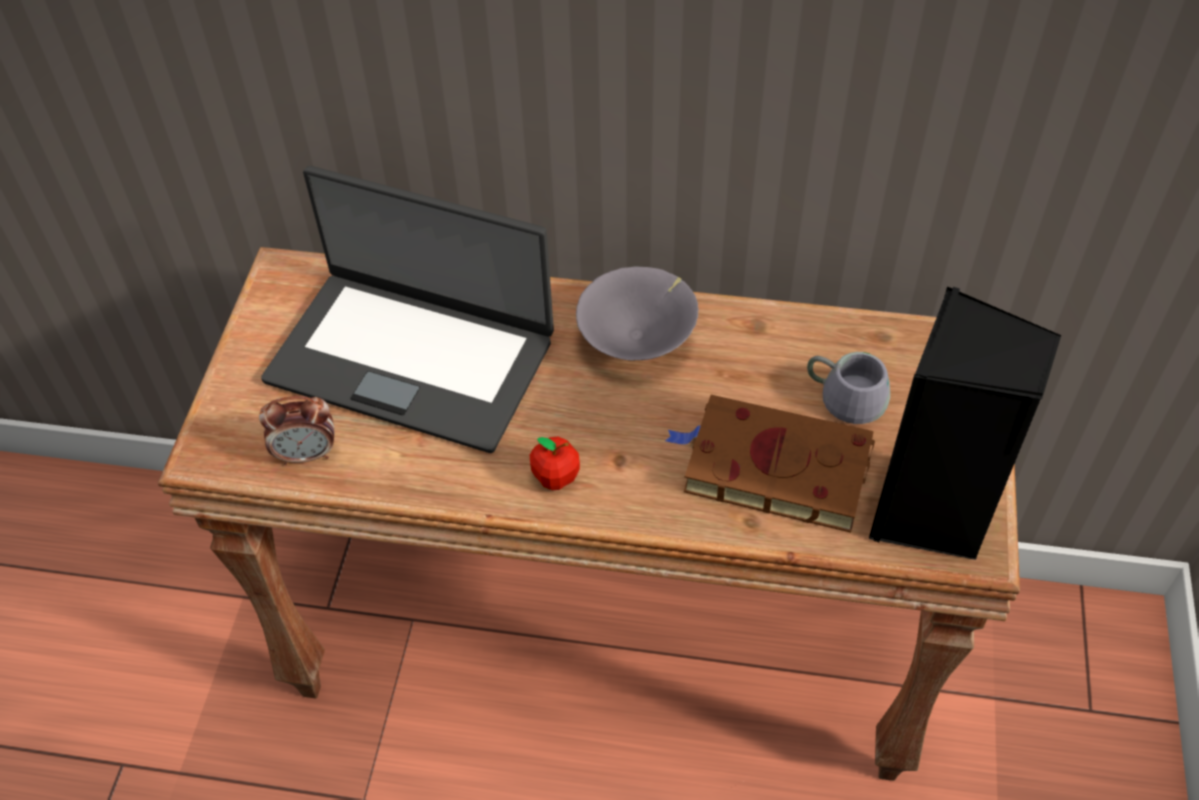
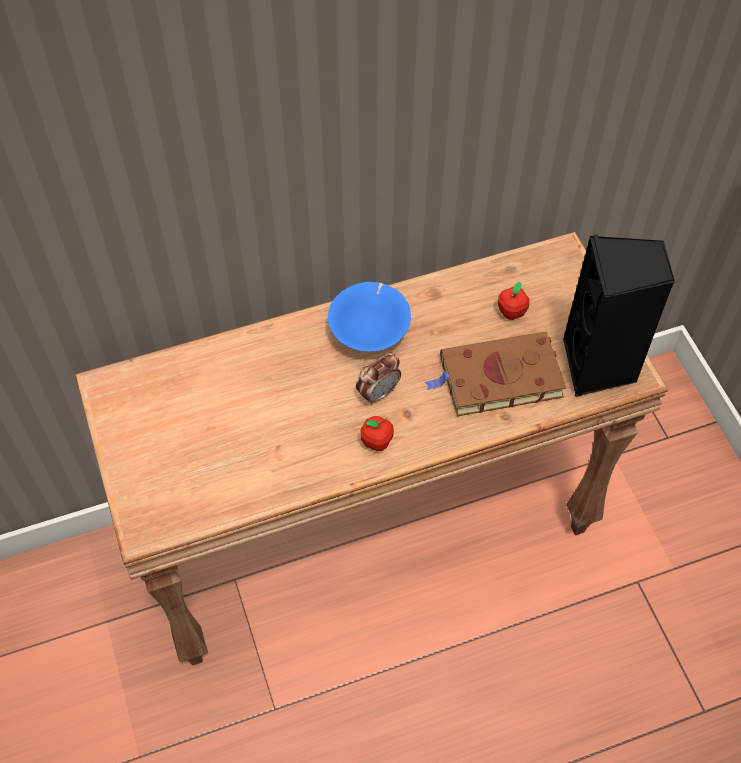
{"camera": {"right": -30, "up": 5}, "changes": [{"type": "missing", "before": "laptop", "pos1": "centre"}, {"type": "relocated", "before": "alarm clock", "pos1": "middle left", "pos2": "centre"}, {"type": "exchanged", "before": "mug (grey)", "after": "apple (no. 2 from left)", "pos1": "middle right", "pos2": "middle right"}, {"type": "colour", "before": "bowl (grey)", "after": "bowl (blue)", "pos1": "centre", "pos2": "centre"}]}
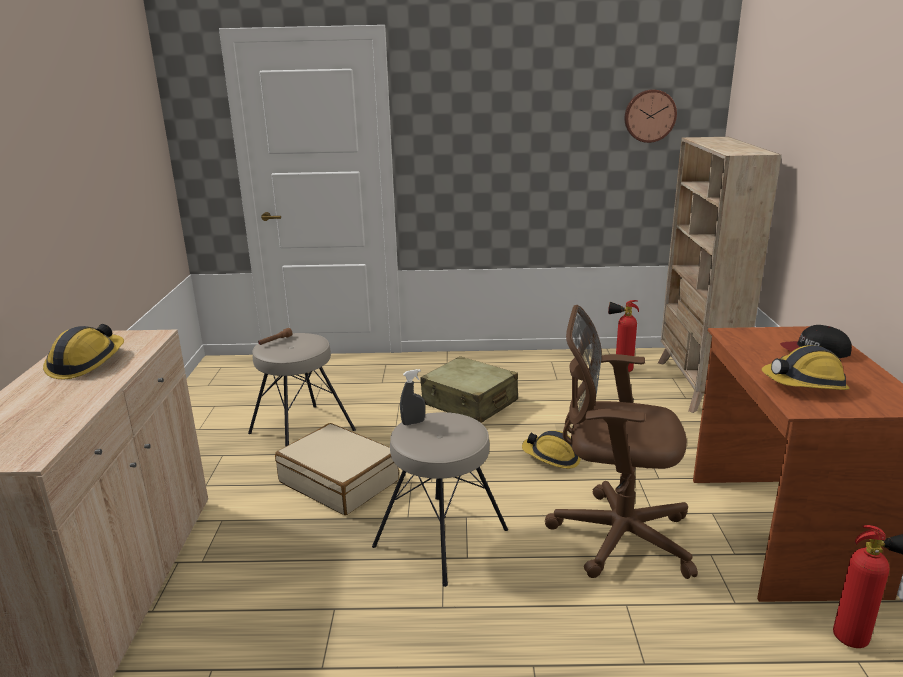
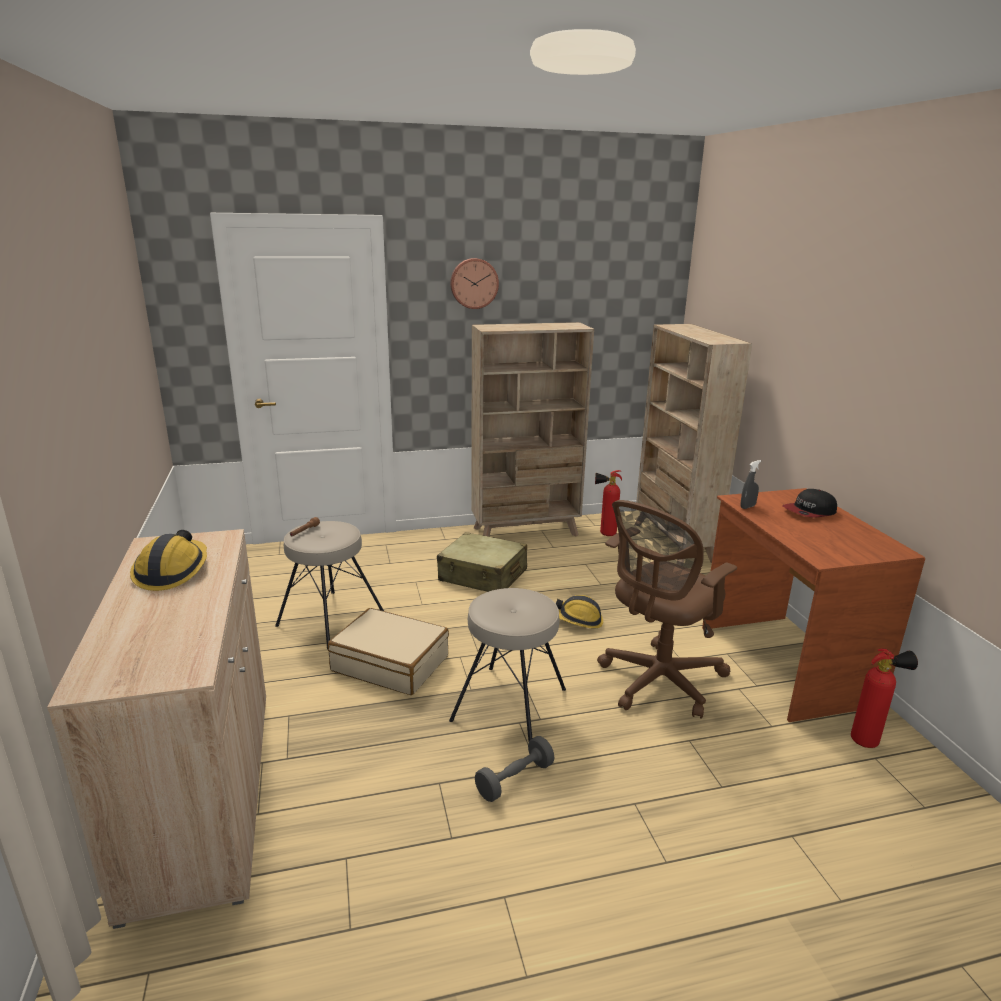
{"camera": {"right": -15, "up": 0}, "changes": [{"type": "missing", "before": "hard hat (no. 3 from left)", "pos1": "middle right"}, {"type": "appeared", "after": "bookcase (beige) (no. 1 from left)", "pos2": "centre"}, {"type": "appeared", "after": "dumbbell (grey)", "pos2": "bottom centre"}, {"type": "relocated", "before": "spray bottle (grey)", "pos1": "centre", "pos2": "middle right"}, {"type": "relocated", "before": "wall clock", "pos1": "top right", "pos2": "top centre"}, {"type": "spun", "before": "office chair (brown)", "pos1": "middle right", "pos2": "centre", "turn": -45}]}
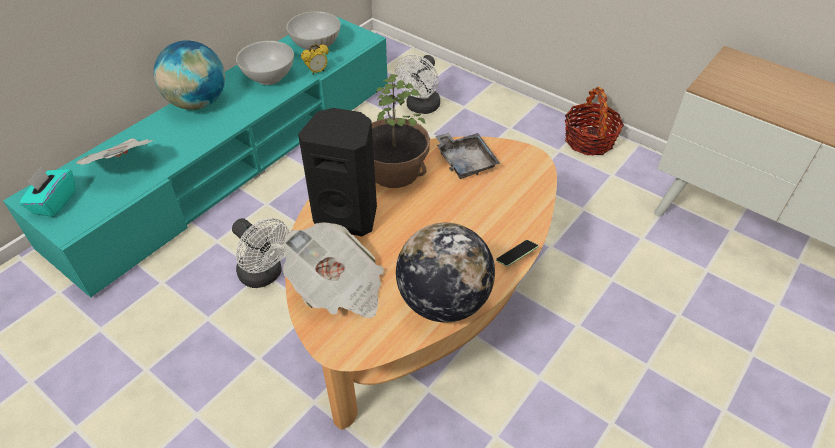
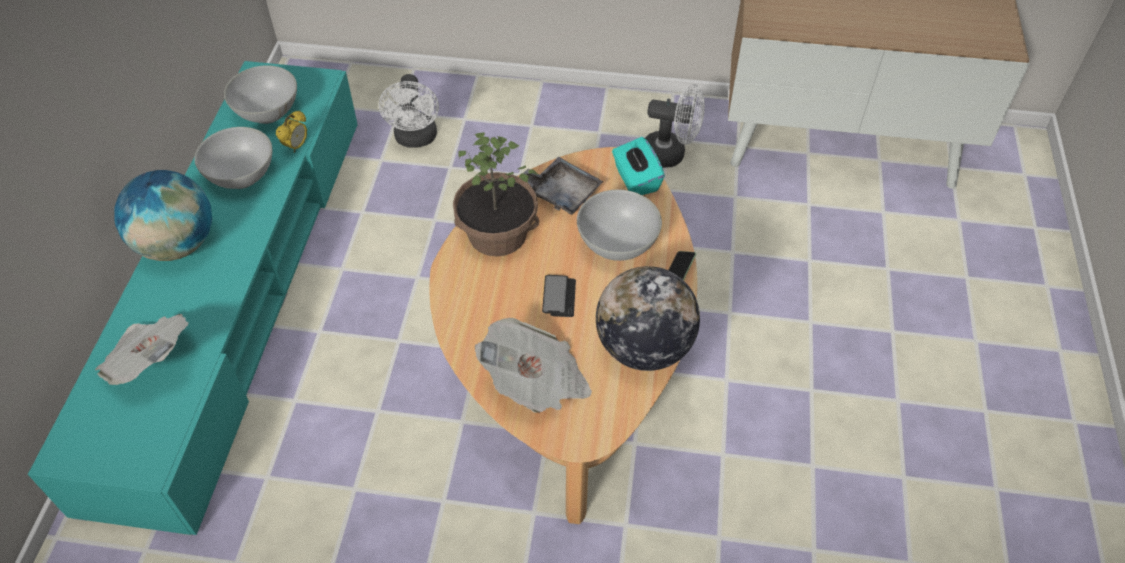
{"camera": {"right": -30, "up": 5}, "changes": [{"type": "missing", "before": "speaker (black)", "pos1": "centre"}, {"type": "missing", "before": "basket", "pos1": "top right"}, {"type": "appeared", "after": "phone (no. 1 from left)", "pos2": "centre"}, {"type": "appeared", "after": "bowl (white) (no. 3 from left)", "pos2": "centre"}, {"type": "relocated", "before": "tissue box (turquoise)", "pos1": "middle left", "pos2": "top centre"}, {"type": "relocated", "before": "fan (white) (no. 1 from left in the first image)", "after": "fan (white) (no. 2 from left)", "pos1": "middle left", "pos2": "top centre"}]}
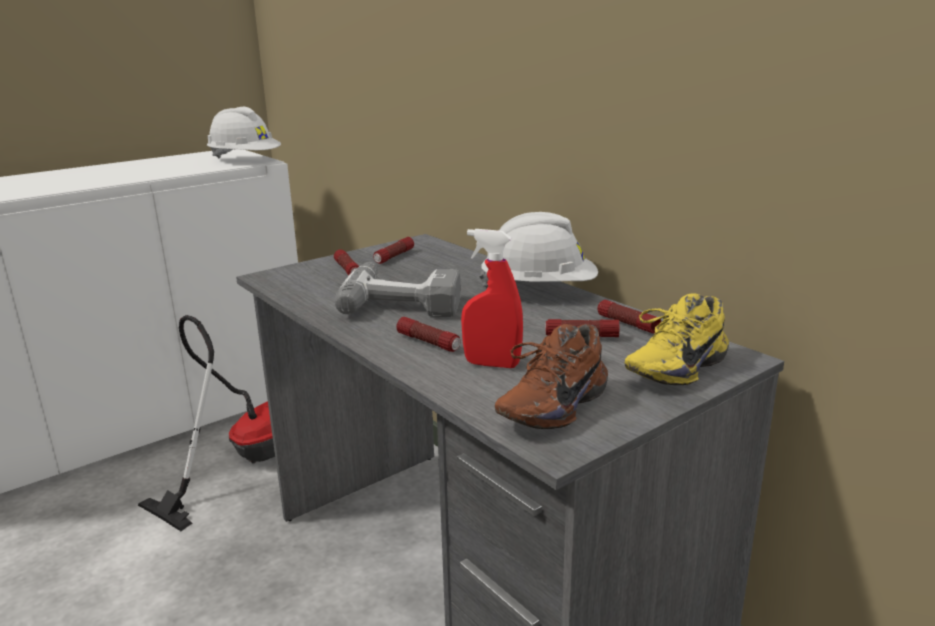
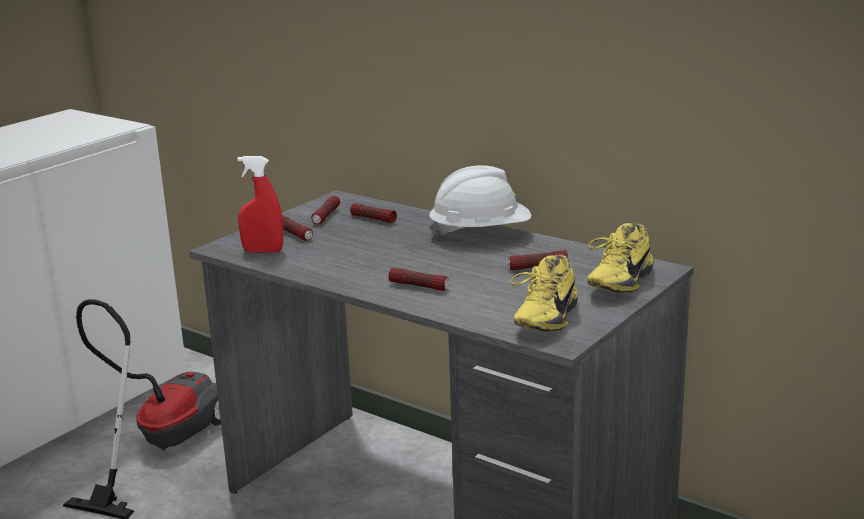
{"camera": {"right": -15, "up": 0}, "changes": [{"type": "missing", "before": "hard hat (white) (no. 1 from left)", "pos1": "top left"}, {"type": "missing", "before": "power drill", "pos1": "centre"}, {"type": "relocated", "before": "spray bottle (red)", "pos1": "centre", "pos2": "middle left"}, {"type": "relocated", "before": "flashlight (no. 5 from left in the first image)", "after": "flashlight (no. 3 from left)", "pos1": "middle right", "pos2": "centre"}, {"type": "colour", "before": "shoe (brown)", "after": "shoe (yellow) (no. 1 from left)", "pos1": "centre", "pos2": "centre"}]}
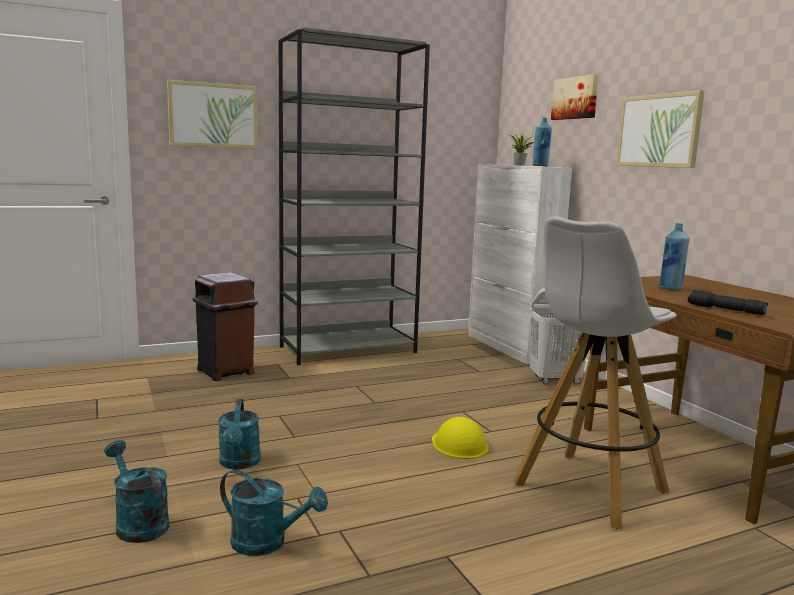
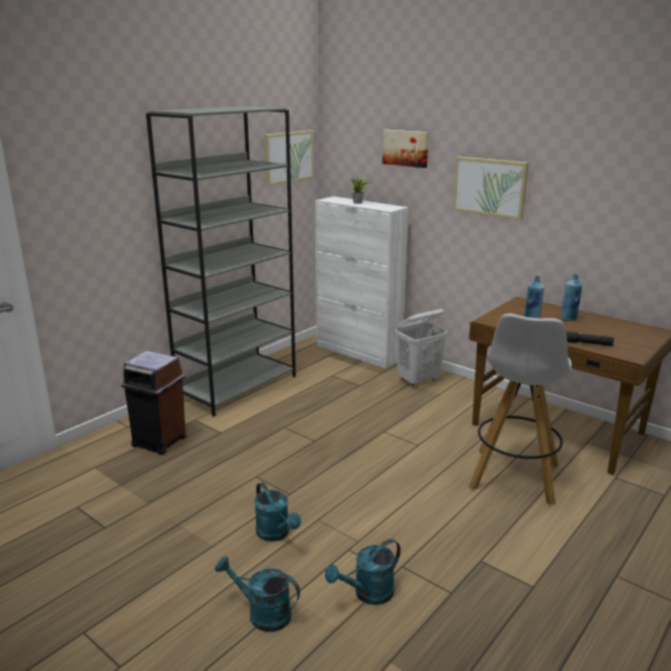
{"camera": {"right": -25, "up": 10}, "changes": [{"type": "missing", "before": "hard hat (yellow)", "pos1": "bottom centre"}, {"type": "relocated", "before": "picture (no. 1 from left)", "pos1": "top left", "pos2": "top centre"}, {"type": "relocated", "before": "bottle (blue) (no. 1 from left in the first image)", "after": "bottle (blue) (no. 2 from left)", "pos1": "top right", "pos2": "middle right"}, {"type": "spun", "before": "watering can (turquoise) (no. 3 from left)", "pos1": "bottom centre", "pos2": "bottom centre", "turn": 150}]}
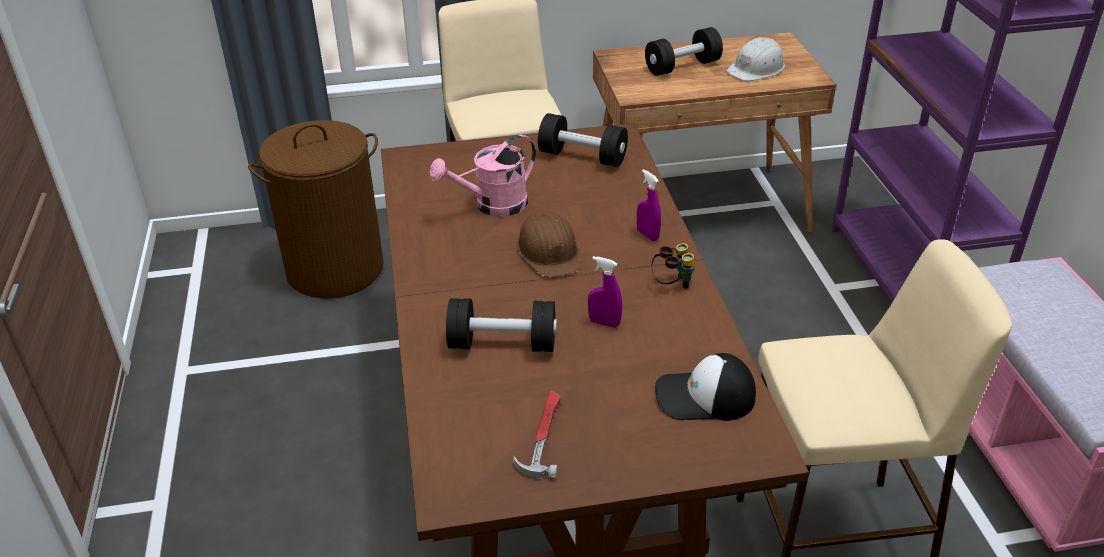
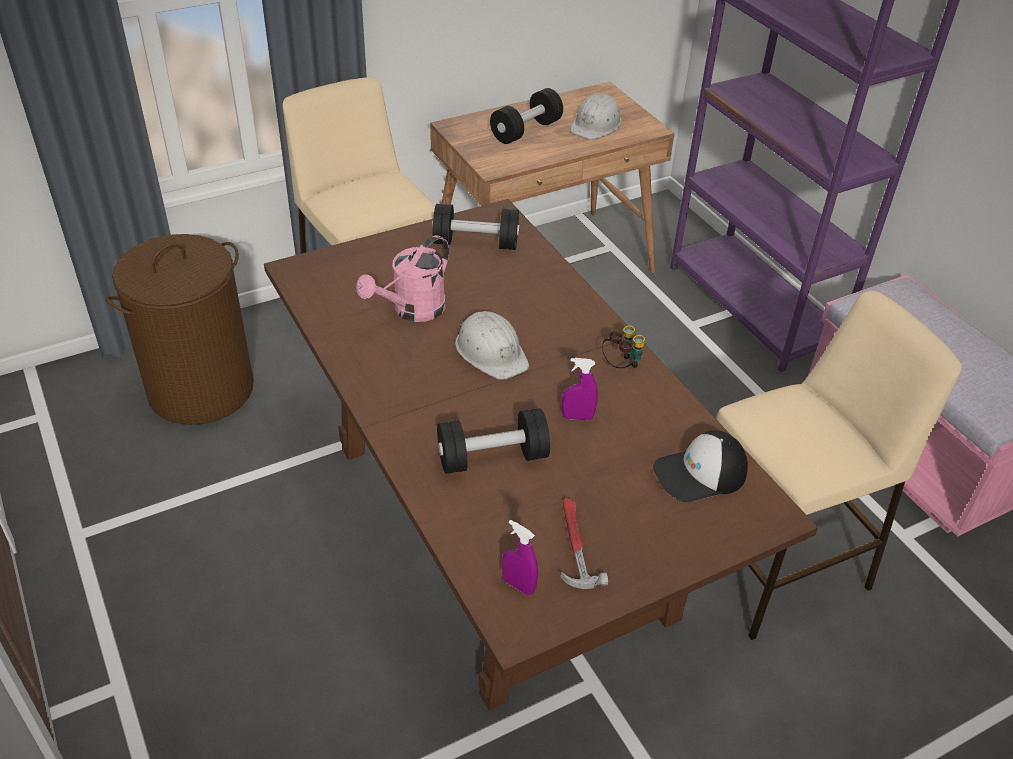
{"camera": {"right": -20, "up": 5}, "changes": [{"type": "relocated", "before": "spray bottle (purple) (no. 2 from left in the first image)", "after": "spray bottle (purple) (no. 1 from left)", "pos1": "centre", "pos2": "bottom centre"}, {"type": "colour", "before": "hard hat (brown)", "after": "hard hat (white) (no. 1 from left)", "pos1": "centre", "pos2": "centre"}]}
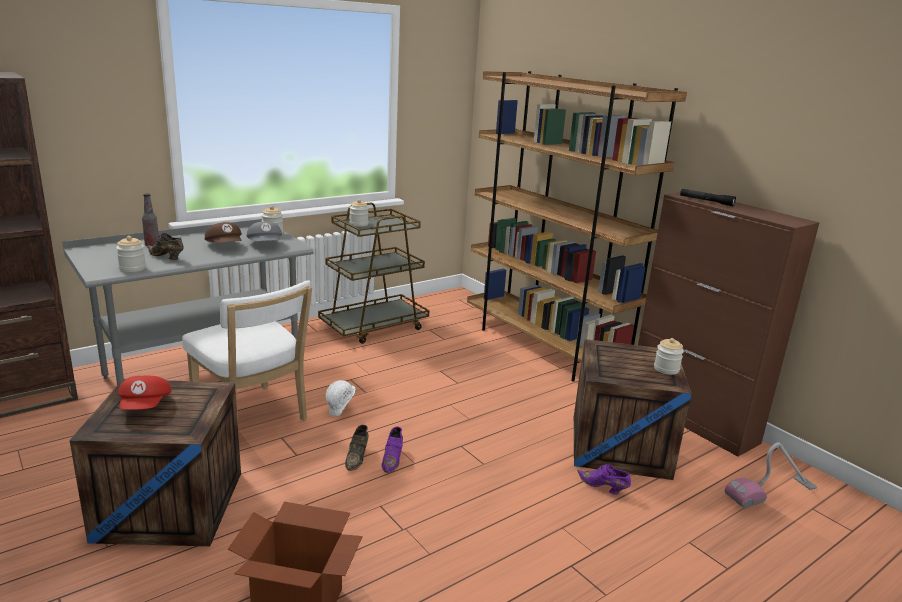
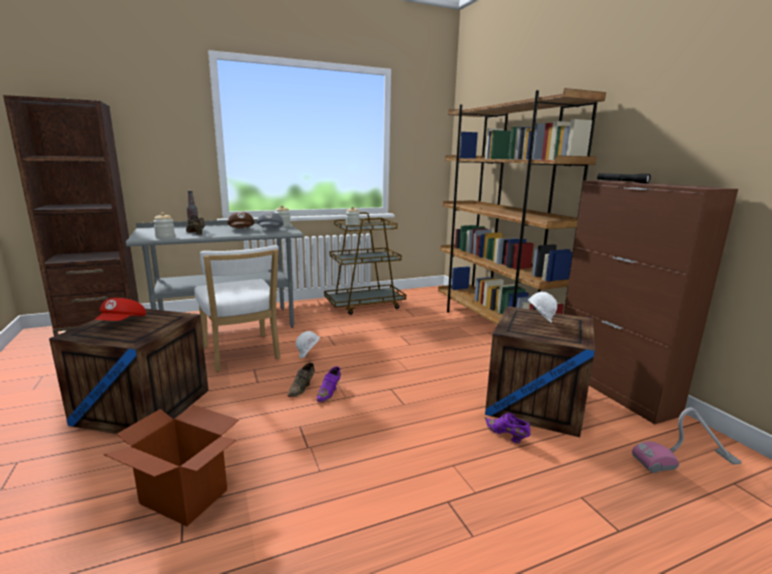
{"camera": {"right": 15, "up": -5}, "changes": [{"type": "missing", "before": "jar (no. 4 from left)", "pos1": "middle right"}, {"type": "appeared", "after": "hard hat (white) (no. 2 from left)", "pos2": "middle right"}]}
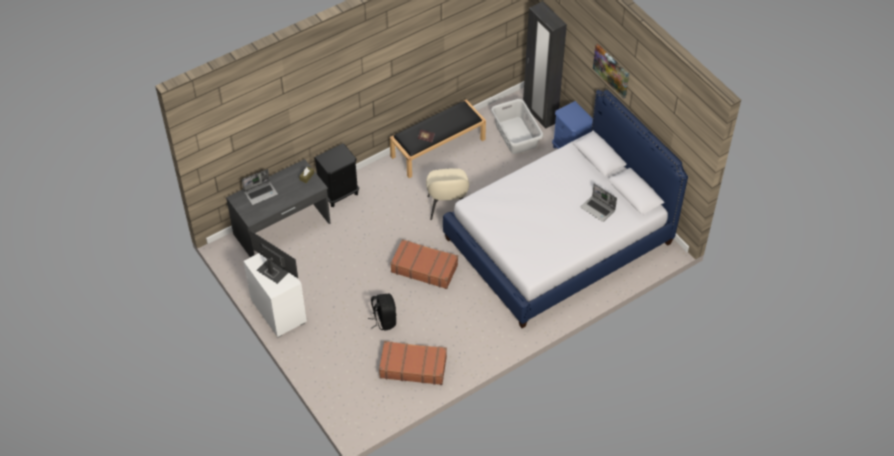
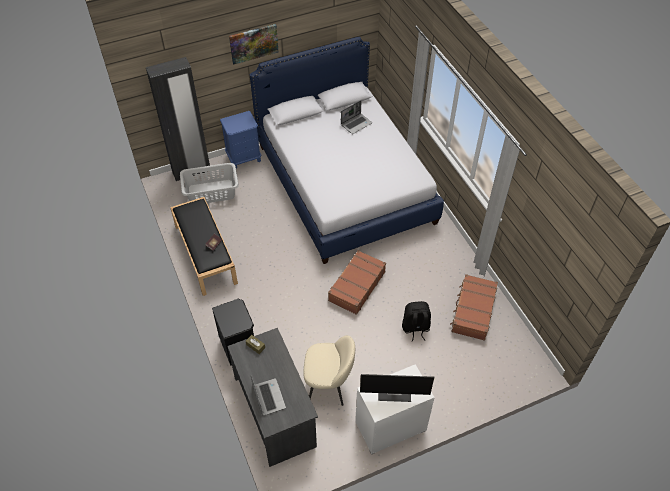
{"camera": {"right": -80, "up": 0}, "changes": [{"type": "relocated", "before": "chair (beige)", "pos1": "centre", "pos2": "bottom centre"}, {"type": "spun", "before": "monitor", "pos1": "middle left", "pos2": "bottom centre", "turn": -135}]}
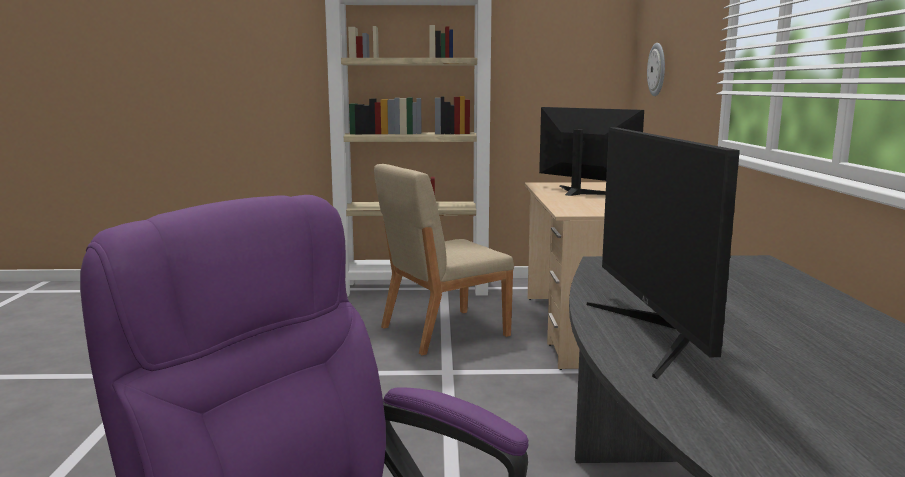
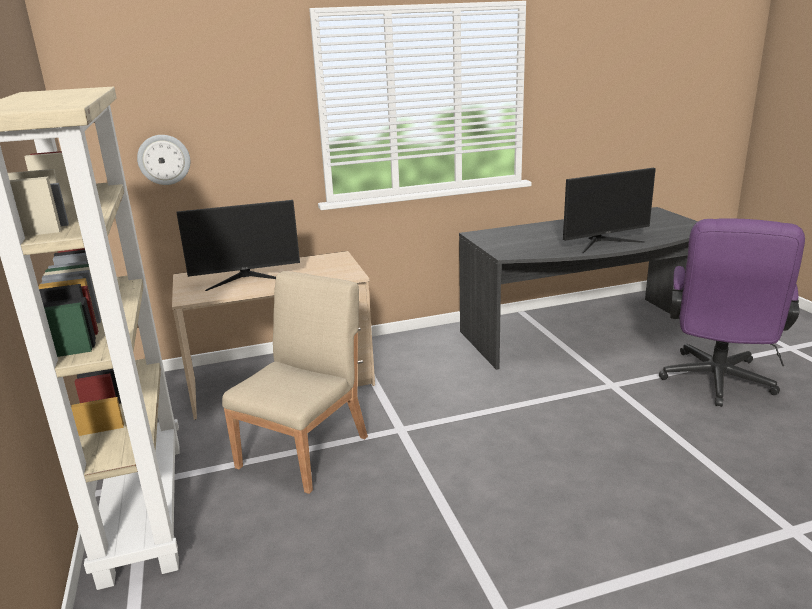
{"camera": {"right": -105, "up": 10}, "changes": [{"type": "spun", "before": "chair (beige)", "pos1": "centre", "pos2": "centre", "turn": -105}, {"type": "spun", "before": "monitor (no. 1 from left)", "pos1": "top centre", "pos2": "middle left", "turn": -135}]}
